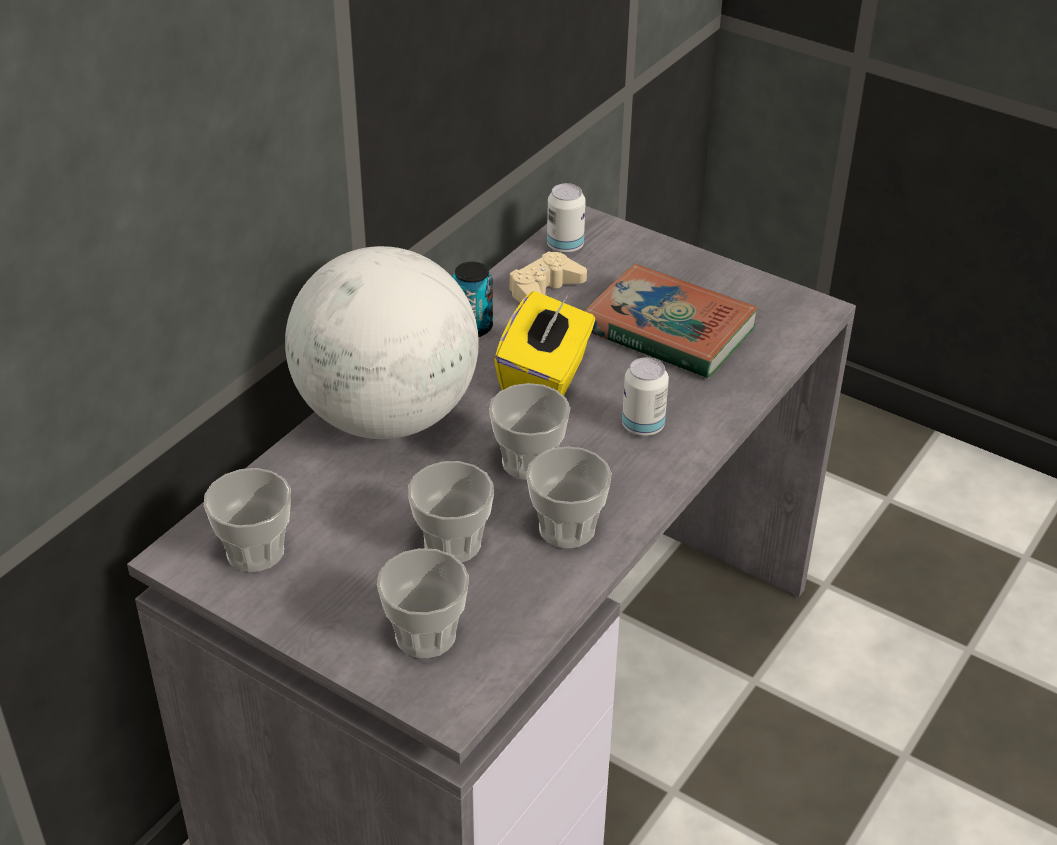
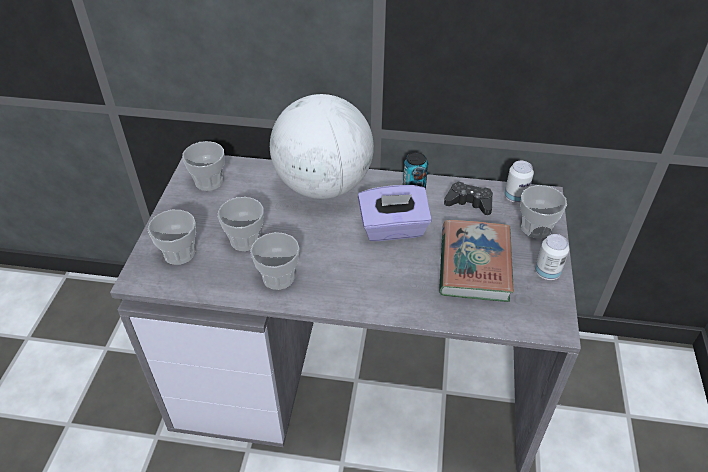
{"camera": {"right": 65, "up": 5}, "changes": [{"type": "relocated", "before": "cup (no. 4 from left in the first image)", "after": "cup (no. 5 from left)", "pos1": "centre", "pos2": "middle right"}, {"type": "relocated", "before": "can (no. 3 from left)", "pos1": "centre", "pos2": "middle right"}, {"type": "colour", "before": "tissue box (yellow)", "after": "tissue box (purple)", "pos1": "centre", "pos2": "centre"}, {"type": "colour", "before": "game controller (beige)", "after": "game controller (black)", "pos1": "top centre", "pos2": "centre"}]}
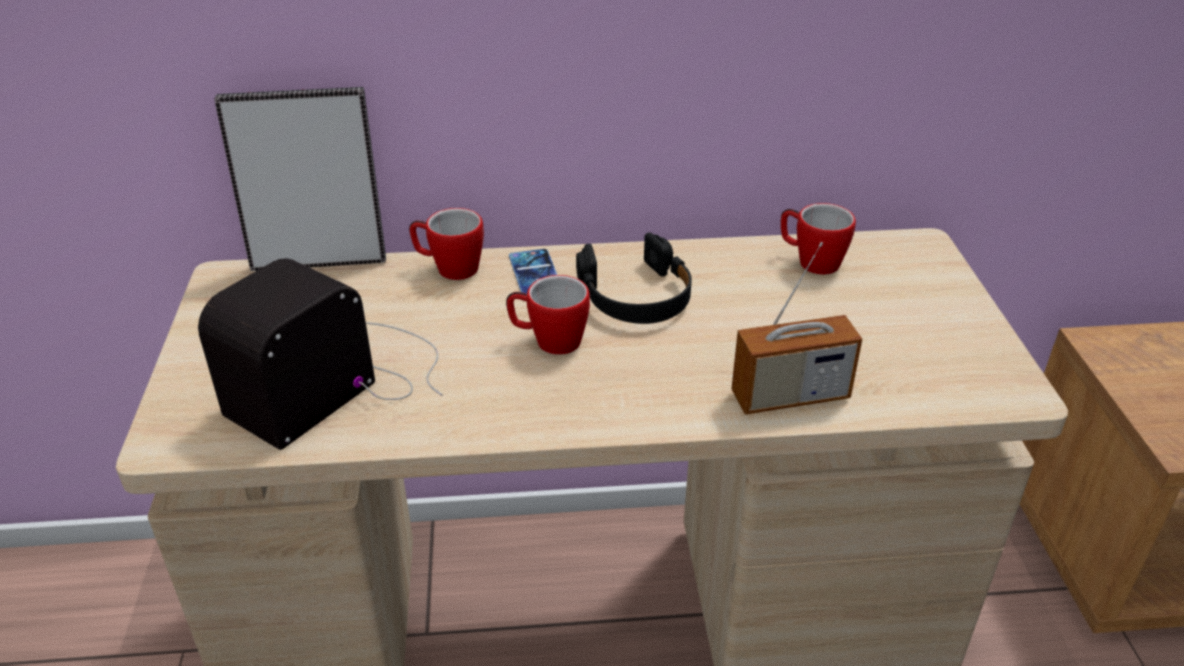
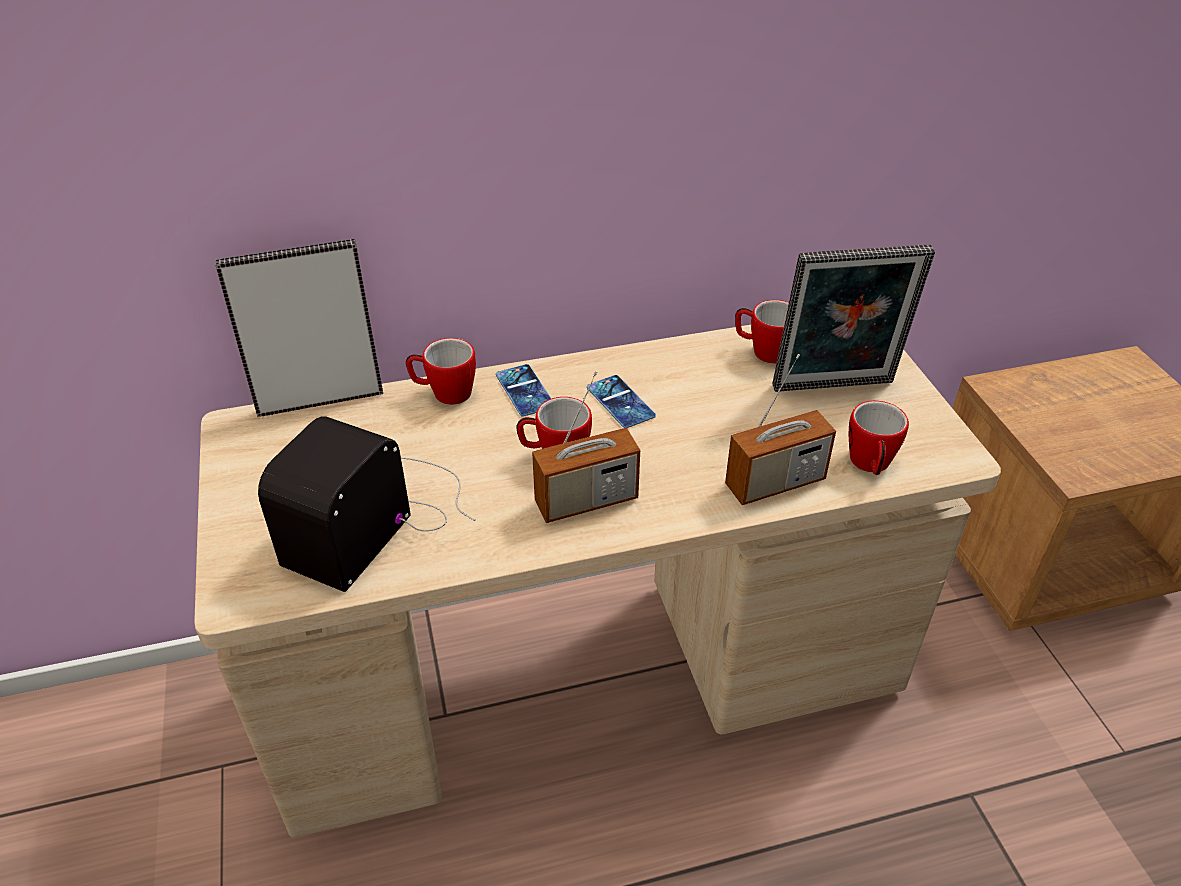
{"camera": {"right": -10, "up": 5}, "changes": [{"type": "appeared", "after": "radio (no. 2 from left)", "pos2": "centre"}, {"type": "appeared", "after": "picture frame (no. 2 from left)", "pos2": "middle right"}, {"type": "appeared", "after": "mug (no. 4 from left)", "pos2": "middle right"}, {"type": "exchanged", "before": "headphones (black)", "after": "phone (no. 2 from left)", "pos1": "centre", "pos2": "centre"}]}
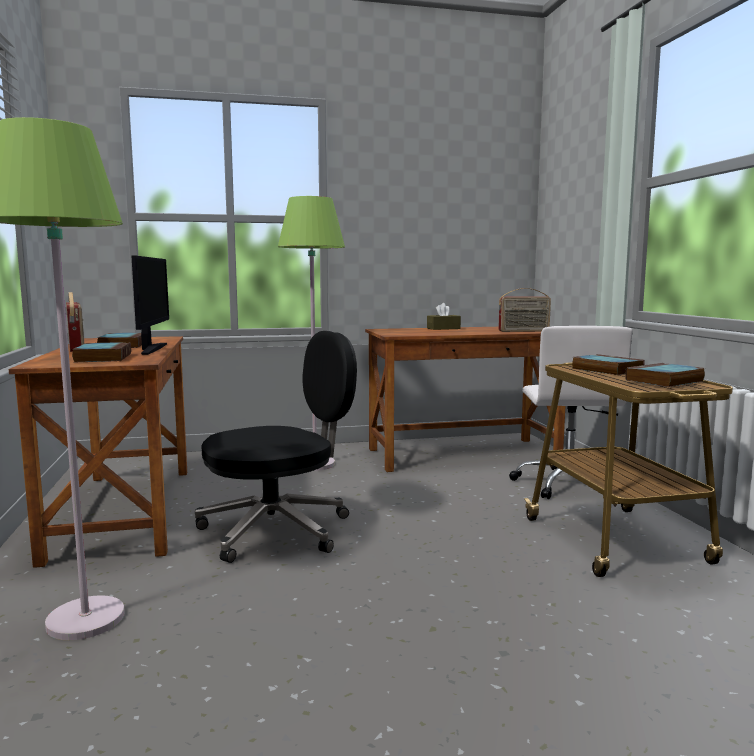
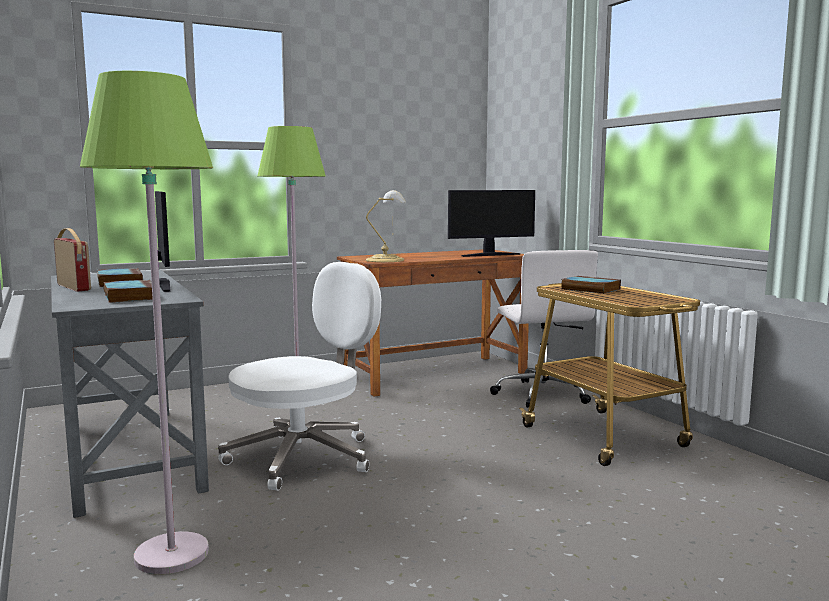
{"camera": {"right": -15, "up": 0}, "changes": [{"type": "missing", "before": "tissue box (brown)", "pos1": "centre"}, {"type": "missing", "before": "book (no. 4 from left)", "pos1": "middle right"}, {"type": "appeared", "after": "table lamp", "pos2": "centre"}, {"type": "exchanged", "before": "radio (no. 2 from left)", "after": "monitor (no. 2 from left)", "pos1": "middle right", "pos2": "centre"}, {"type": "colour", "before": "desk (brown) (no. 1 from left)", "after": "desk (grey)", "pos1": "middle left", "pos2": "middle left"}, {"type": "colour", "before": "office chair (black)", "after": "office chair (white) (no. 1 from left)", "pos1": "centre", "pos2": "centre"}]}
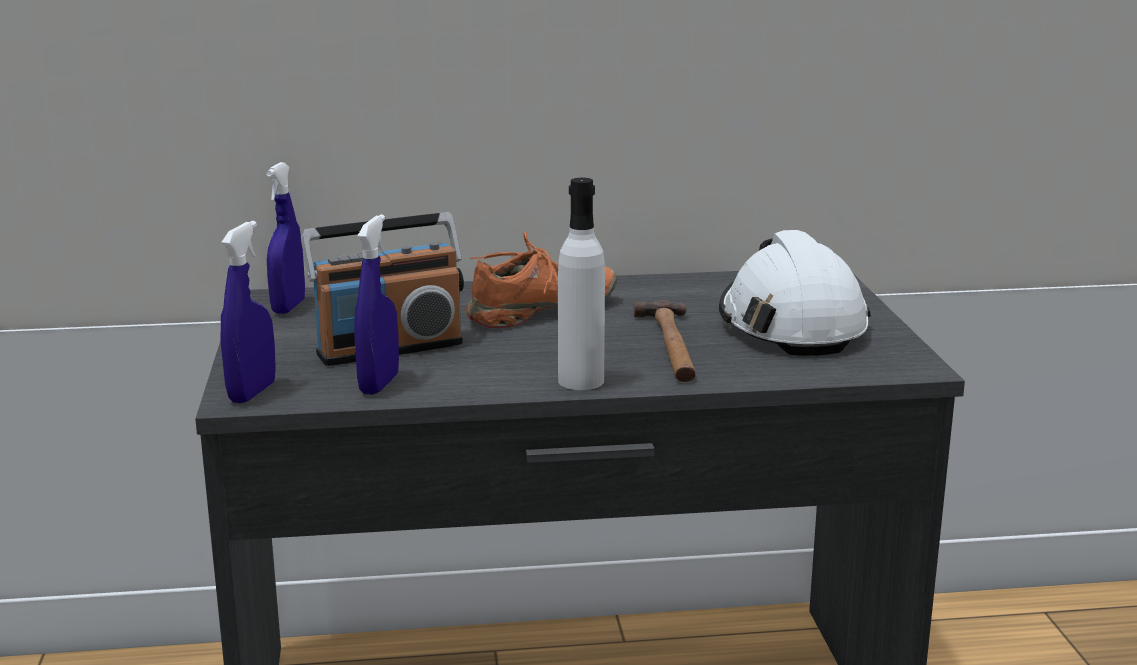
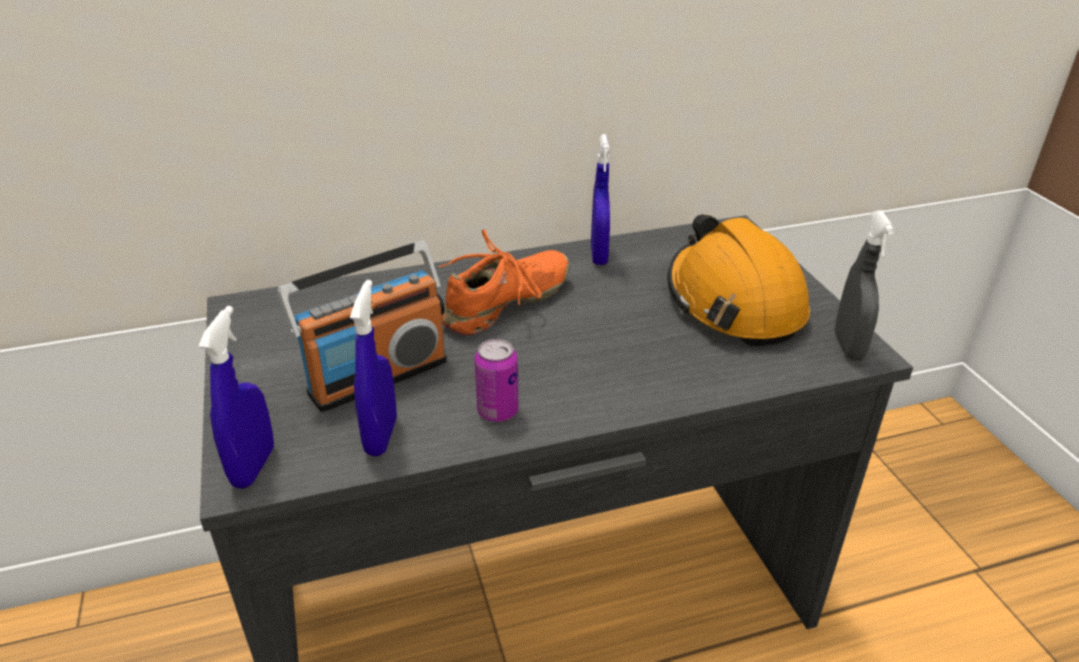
{"camera": {"right": -10, "up": 15}, "changes": [{"type": "missing", "before": "bottle (white)", "pos1": "centre"}, {"type": "missing", "before": "hammer", "pos1": "centre"}, {"type": "appeared", "after": "can", "pos2": "centre"}, {"type": "appeared", "after": "spray bottle (grey)", "pos2": "middle right"}, {"type": "relocated", "before": "spray bottle (blue) (no. 2 from left in the first image)", "after": "spray bottle (blue) (no. 3 from left)", "pos1": "middle left", "pos2": "top centre"}, {"type": "colour", "before": "hard hat (white)", "after": "hard hat (orange)", "pos1": "middle right", "pos2": "middle right"}]}
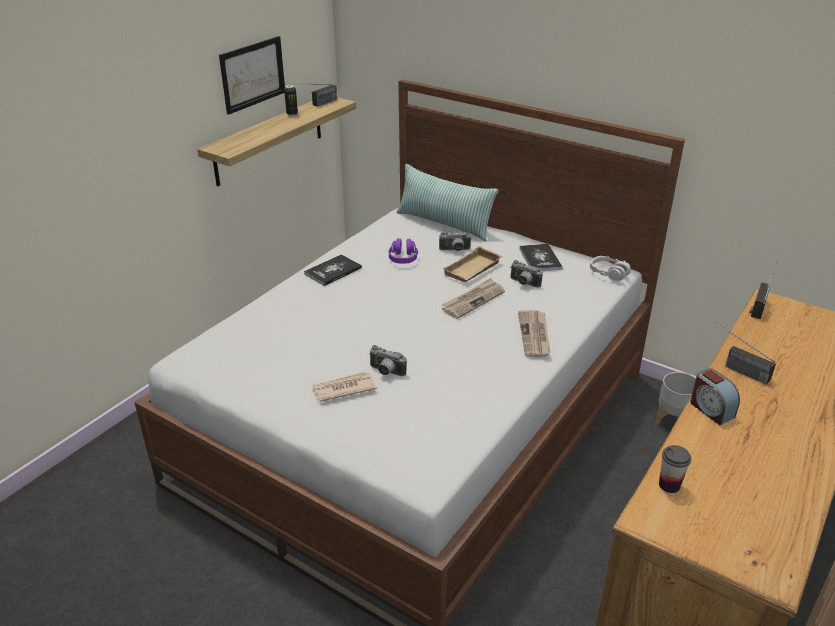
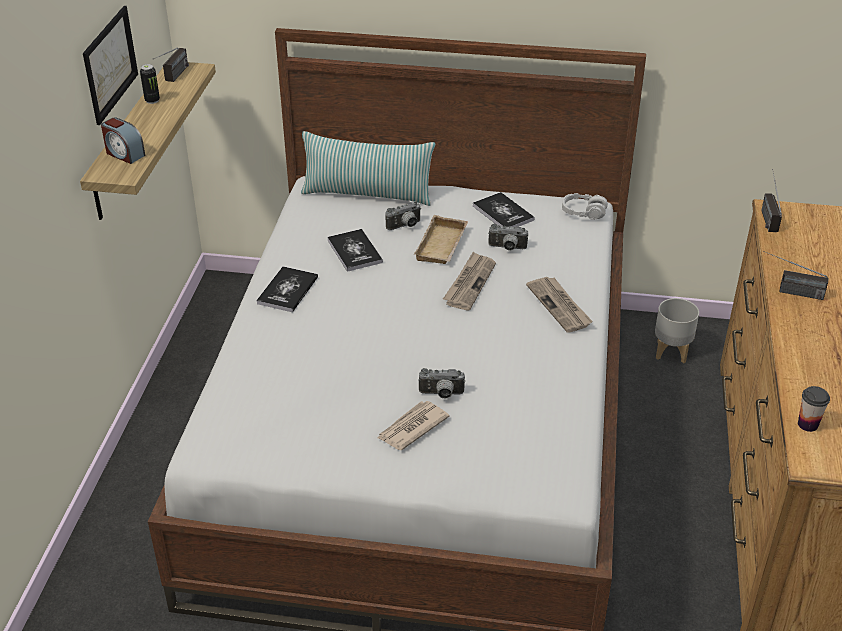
{"camera": {"right": -25, "up": 5}, "changes": [{"type": "relocated", "before": "alarm clock", "pos1": "middle right", "pos2": "top left"}, {"type": "exchanged", "before": "headphones (purple)", "after": "book (no. 2 from left)", "pos1": "centre", "pos2": "centre"}]}
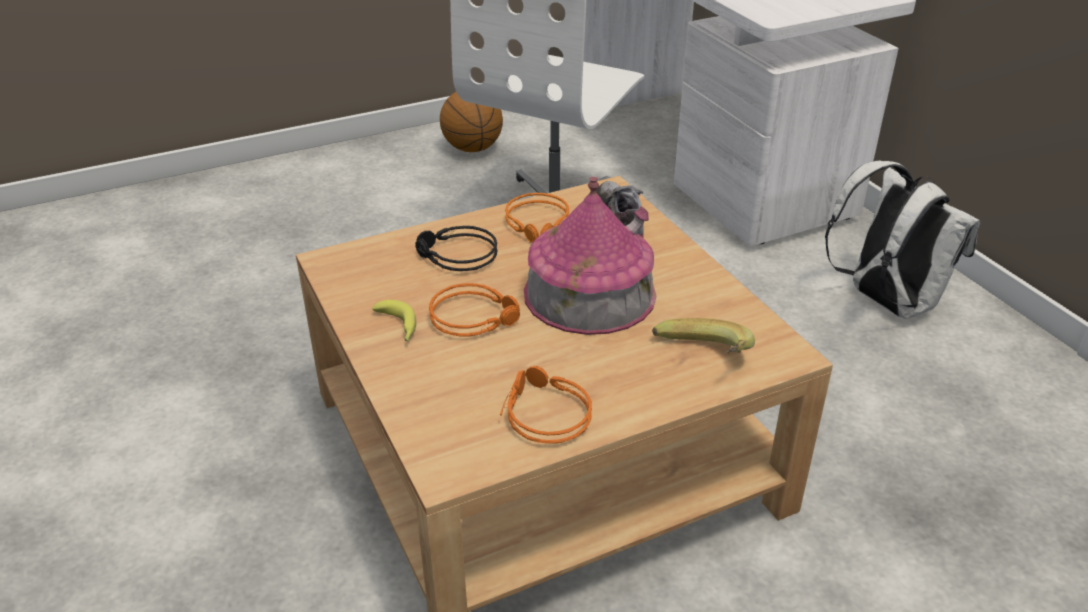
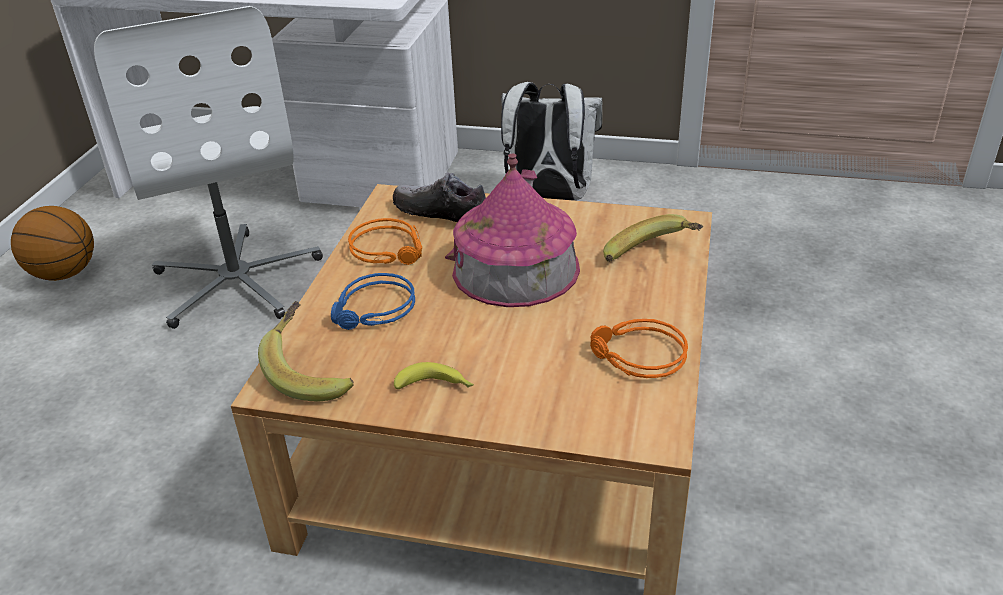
{"camera": {"right": -50, "up": 0}, "changes": [{"type": "missing", "before": "headphones (orange) (no. 1 from left)", "pos1": "centre"}, {"type": "appeared", "after": "banana (no. 1 from left)", "pos2": "middle left"}, {"type": "colour", "before": "headphones (black)", "after": "headphones (blue)", "pos1": "centre", "pos2": "centre"}]}
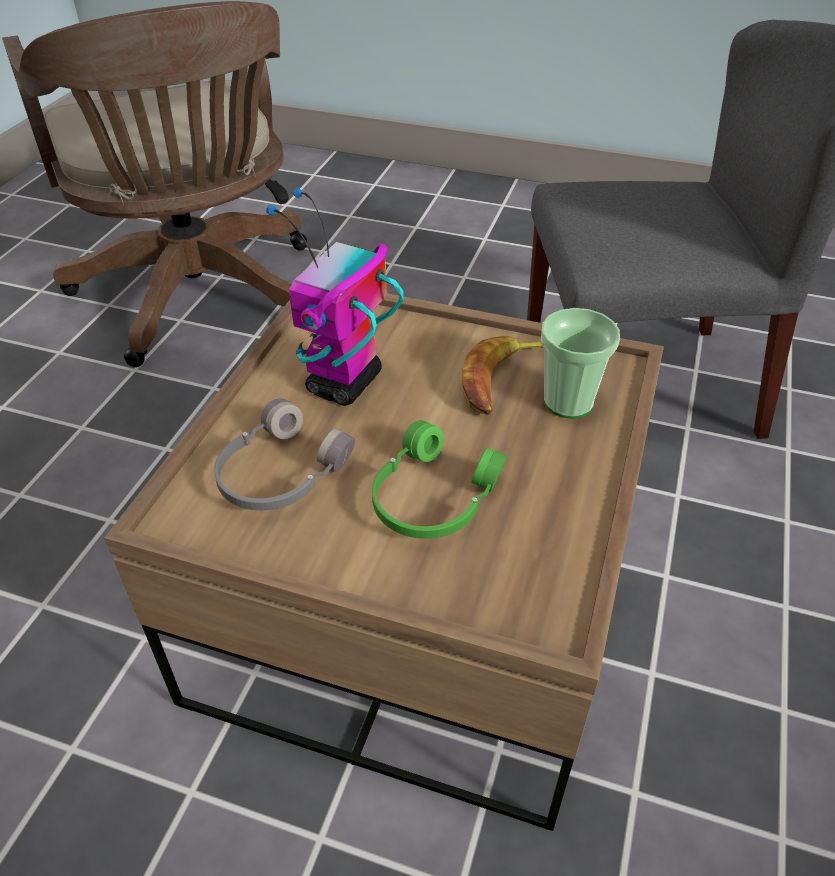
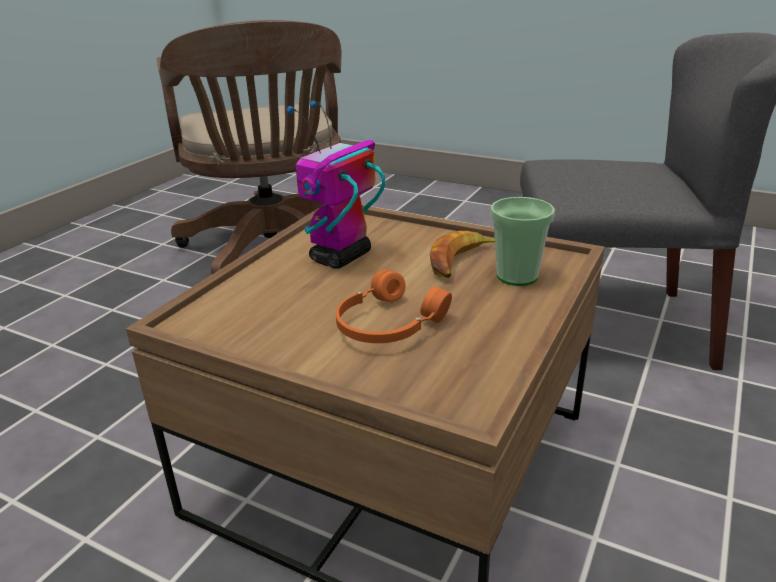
{"camera": {"right": 10, "up": -15}, "changes": [{"type": "missing", "before": "headphones (grey)", "pos1": "centre"}, {"type": "colour", "before": "headphones (green)", "after": "headphones (orange)", "pos1": "centre", "pos2": "centre"}]}
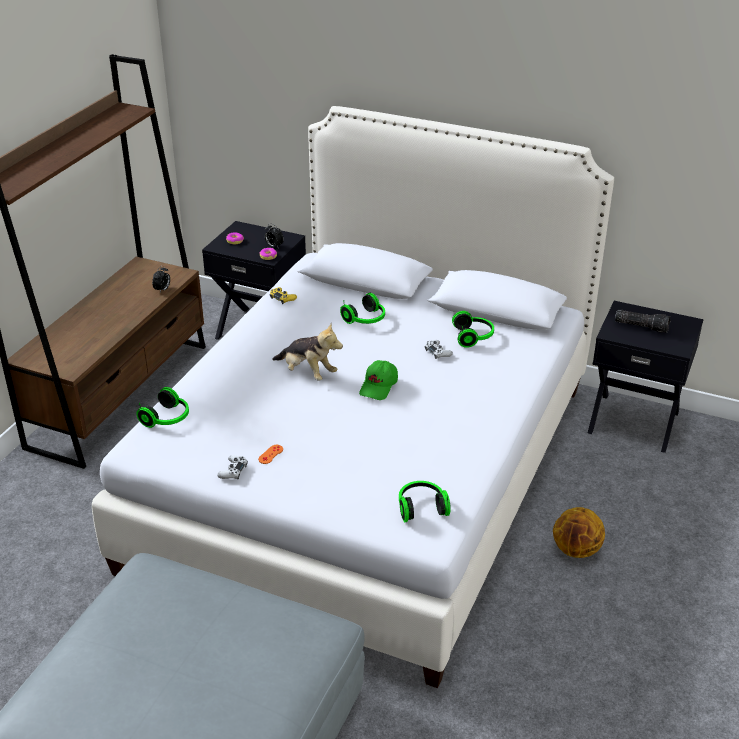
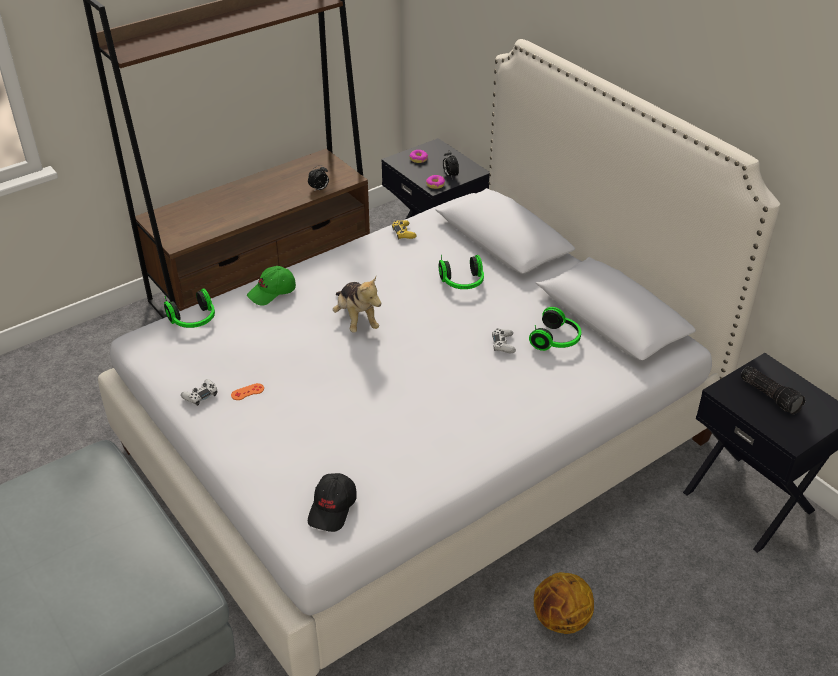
{"camera": {"right": 30, "up": 5}, "changes": [{"type": "relocated", "before": "cap (green)", "pos1": "centre", "pos2": "middle left"}, {"type": "exchanged", "before": "headphones (no. 3 from left)", "after": "cap (black)", "pos1": "bottom centre", "pos2": "bottom centre"}]}
